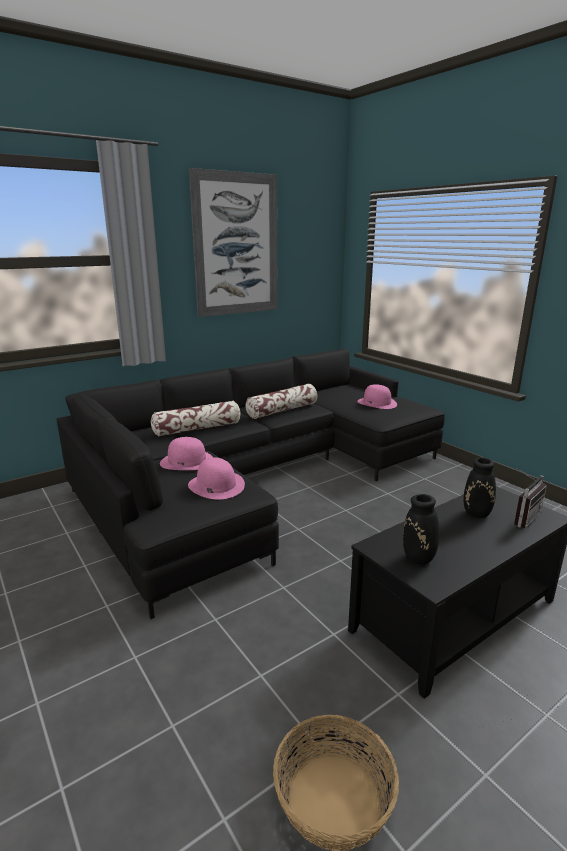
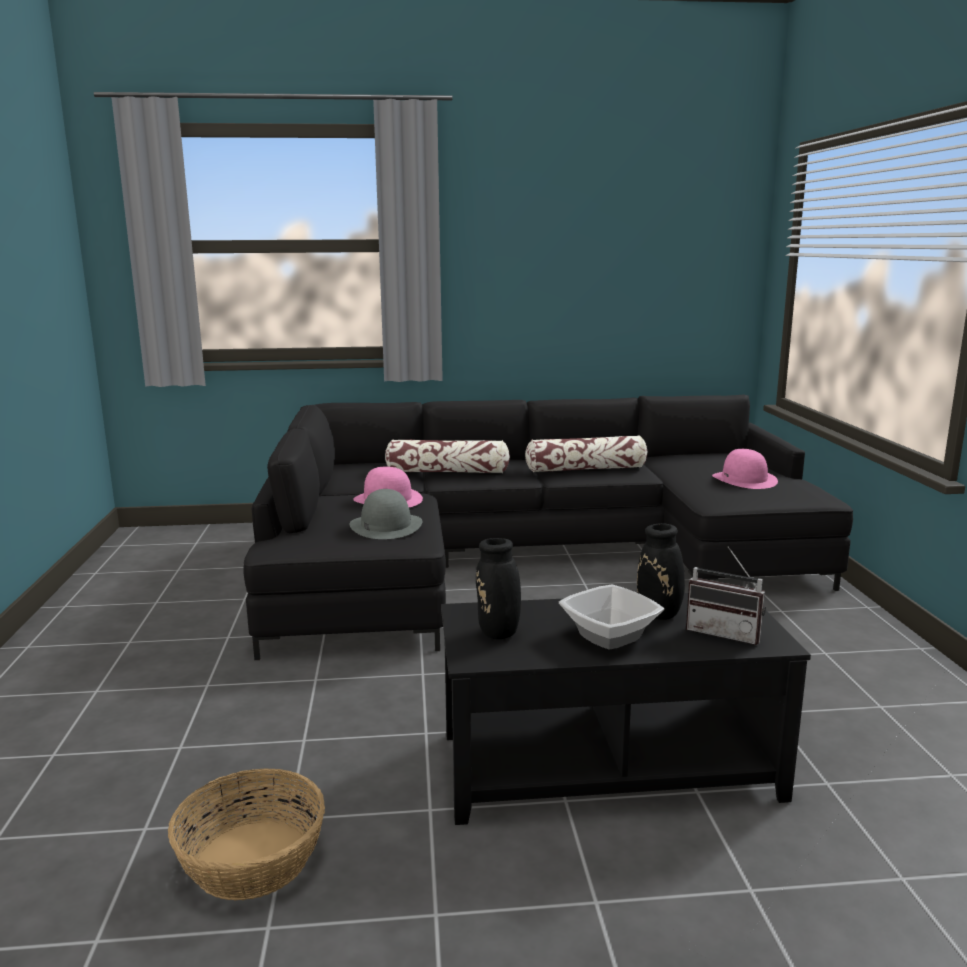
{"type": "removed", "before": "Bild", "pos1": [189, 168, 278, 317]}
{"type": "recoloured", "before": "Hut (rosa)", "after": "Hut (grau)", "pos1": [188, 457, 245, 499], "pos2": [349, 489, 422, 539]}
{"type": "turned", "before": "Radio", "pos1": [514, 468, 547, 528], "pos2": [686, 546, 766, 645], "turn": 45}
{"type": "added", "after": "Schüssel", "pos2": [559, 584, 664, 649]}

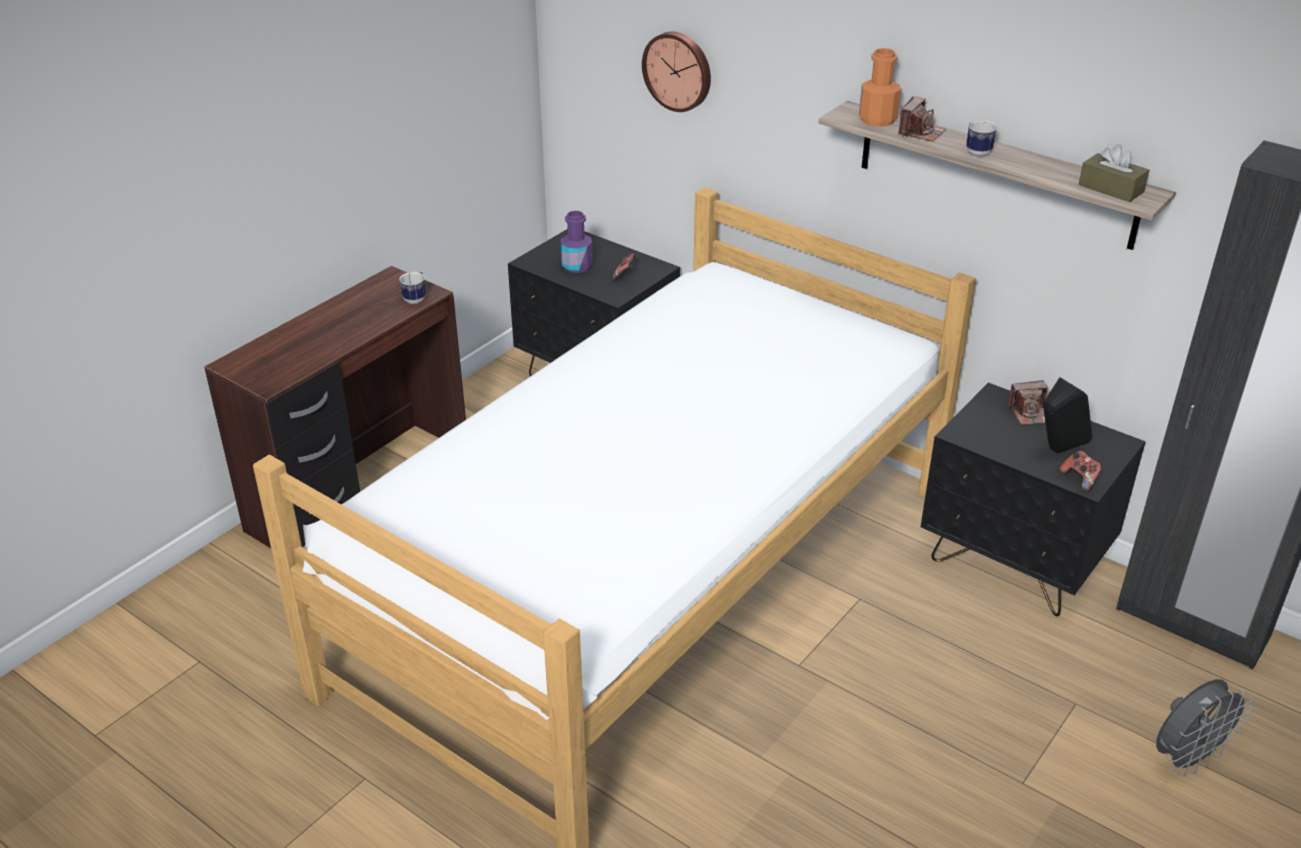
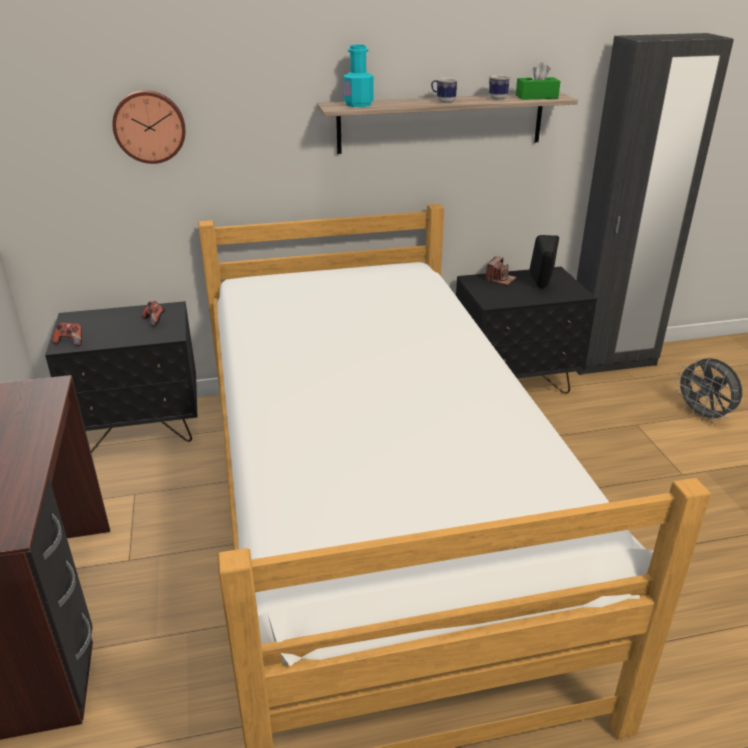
{"type": "recoloured", "before": "Flasche (orange)", "after": "Flasche (türkis)", "pos1": [859, 48, 901, 127], "pos2": [343, 45, 374, 107]}
{"type": "removed", "before": "Kamera", "pos1": [898, 96, 946, 142]}
{"type": "recoloured", "before": "Taschentuchbox (braun)", "after": "Taschentuchbox (grün)", "pos1": [1079, 144, 1150, 202], "pos2": [516, 62, 560, 100]}
{"type": "removed", "before": "Flasche (lila)", "pos1": [561, 211, 593, 273]}
{"type": "moved", "before": "Henkelbecher", "pos1": [399, 272, 426, 304], "pos2": [489, 75, 510, 100]}
{"type": "moved", "before": "Gamepad", "pos1": [1060, 451, 1102, 491], "pos2": [52, 322, 82, 346]}
{"type": "turned", "before": "Ventilator (grau)", "pos1": [1156, 679, 1253, 776], "pos2": [675, 358, 742, 423], "turn": 135}

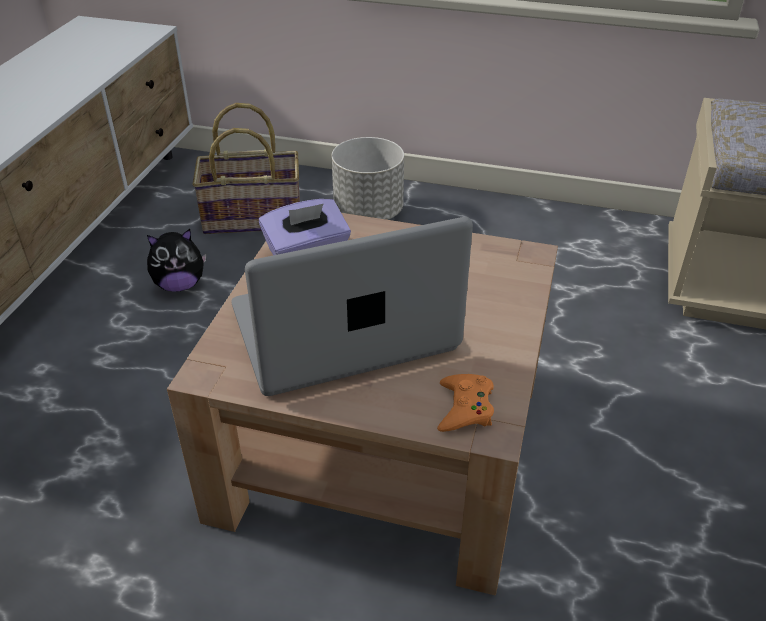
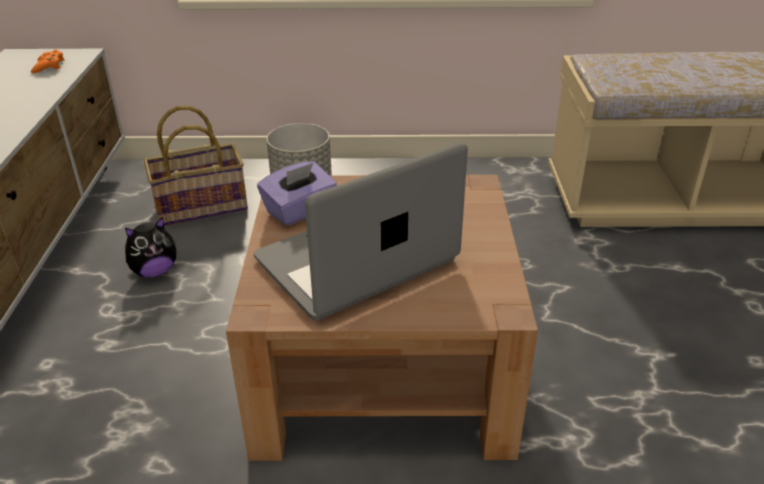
{"type": "moved", "before": "Gamepad (orange)", "pos1": [437, 374, 494, 432], "pos2": [31, 49, 64, 73]}

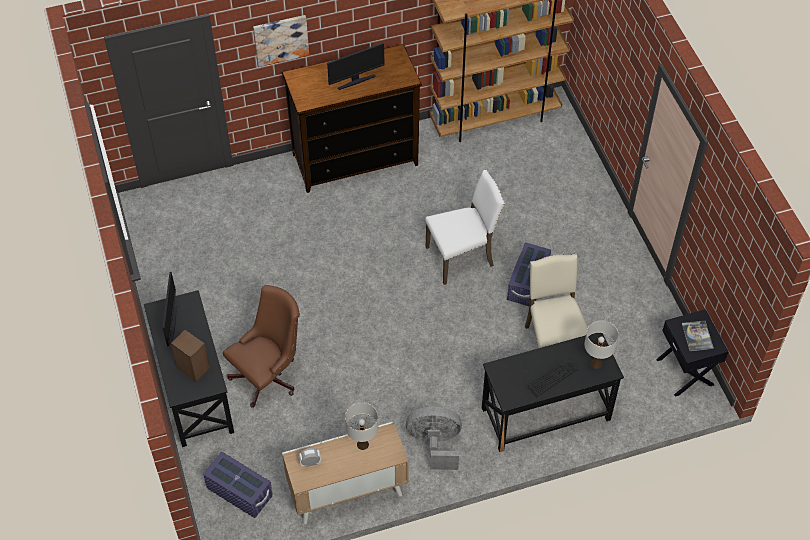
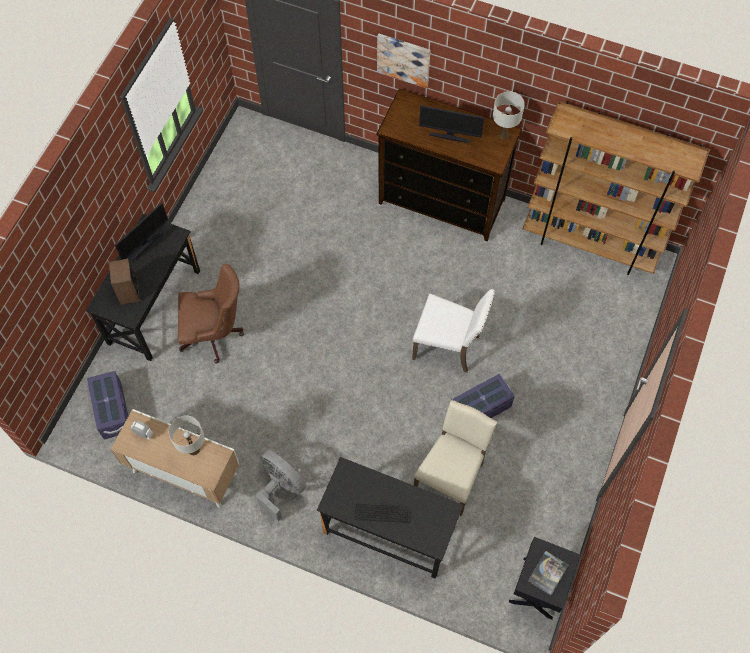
{"type": "moved", "before": "Tischlampe (weiß)", "pos1": [584, 320, 619, 369], "pos2": [493, 91, 525, 140]}

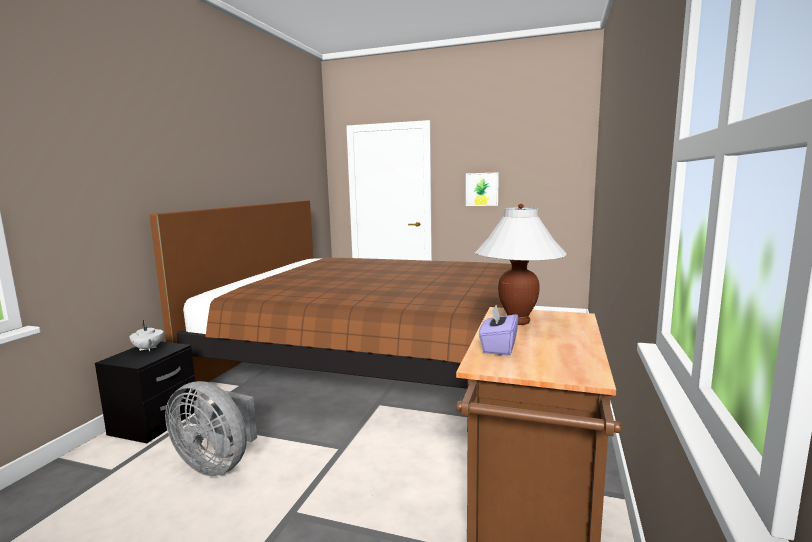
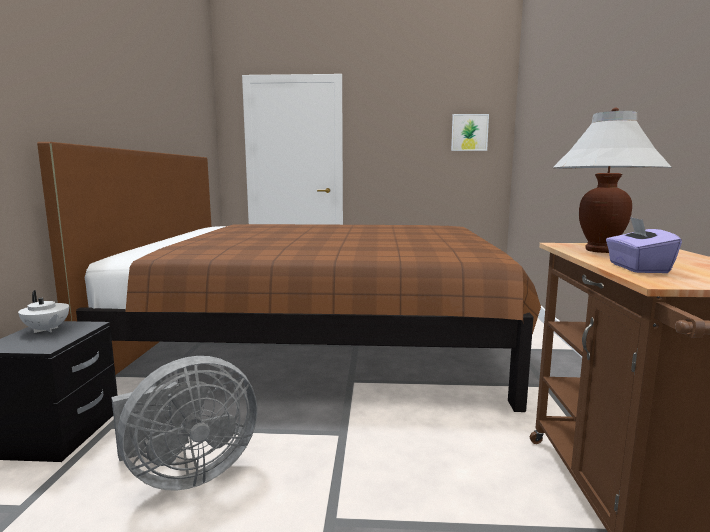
{"type": "moved", "before": "Bild", "pos1": [466, 173, 499, 206], "pos2": [451, 114, 489, 151]}
{"type": "turned", "before": "Ventilator (grau)", "pos1": [165, 381, 257, 476], "pos2": [111, 356, 257, 491], "turn": -45}

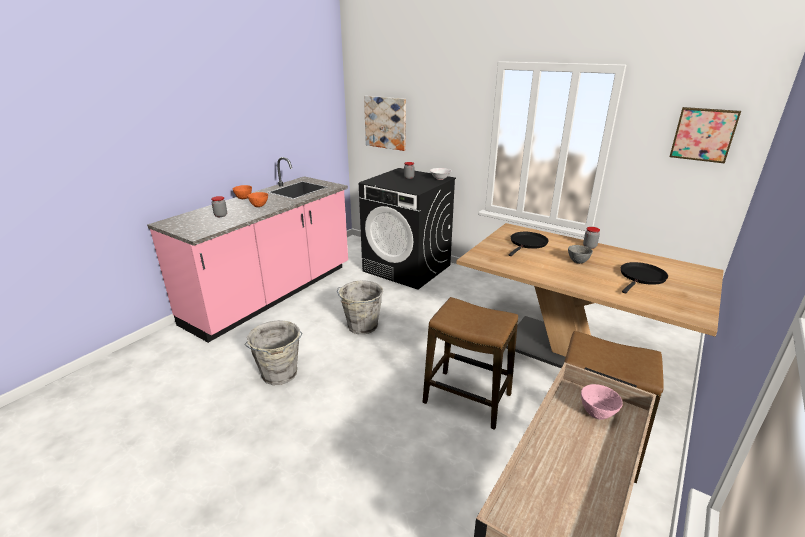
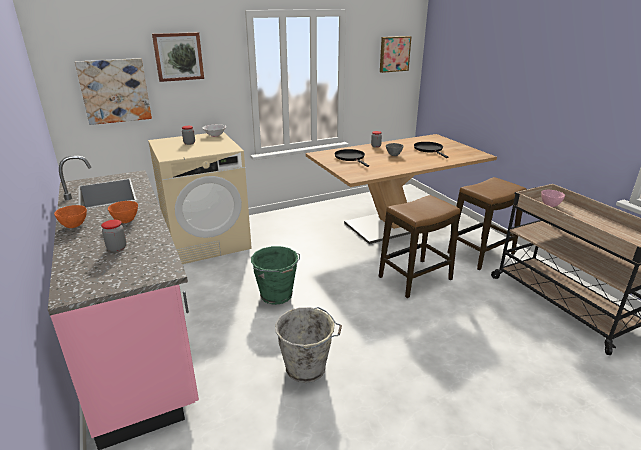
{"type": "recoloured", "before": "Waschmaschine (schwarz)", "after": "Waschmaschine (beige)", "pos1": [359, 168, 456, 290], "pos2": [148, 132, 252, 264]}
{"type": "recoloured", "before": "Eimer (grau)", "after": "Eimer (grün)", "pos1": [337, 280, 383, 335], "pos2": [251, 246, 300, 305]}
{"type": "added", "after": "Bild", "pos2": [152, 32, 204, 82]}

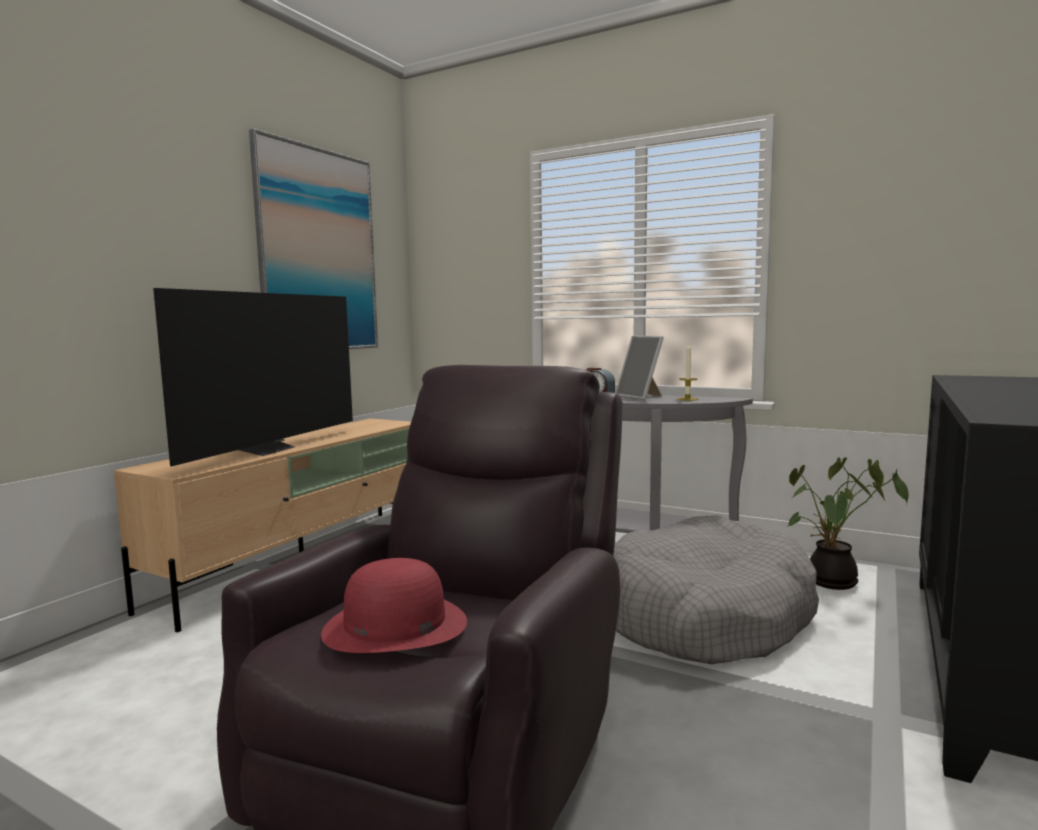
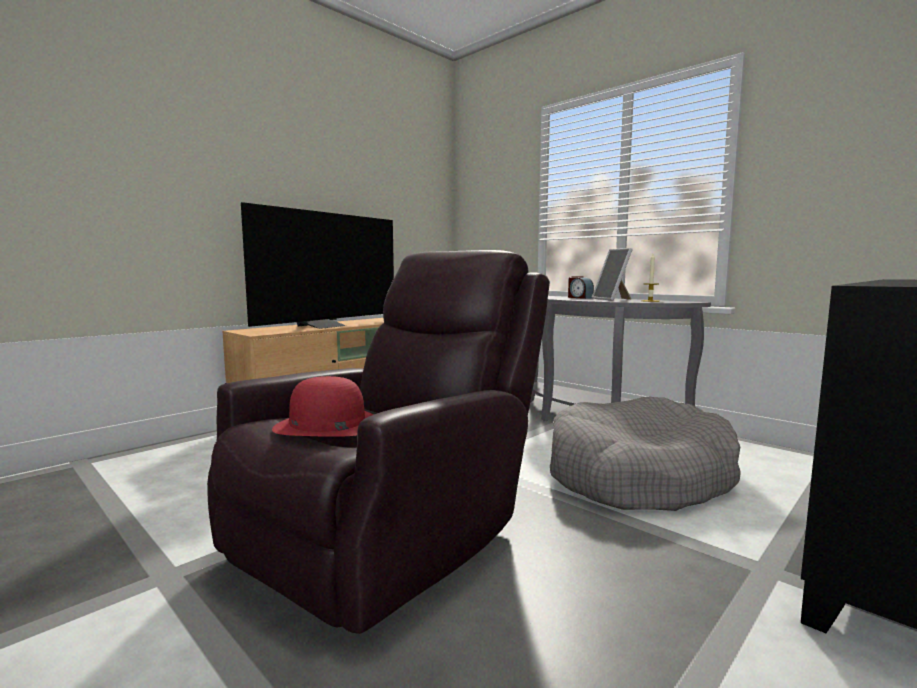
{"type": "removed", "before": "Bild", "pos1": [249, 129, 378, 349]}
{"type": "removed", "before": "Topfpflanze", "pos1": [787, 457, 909, 590]}

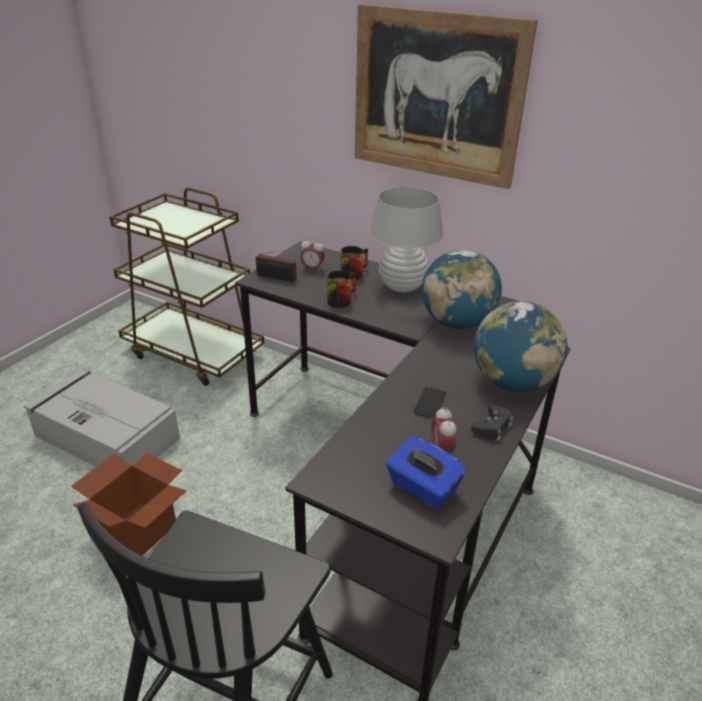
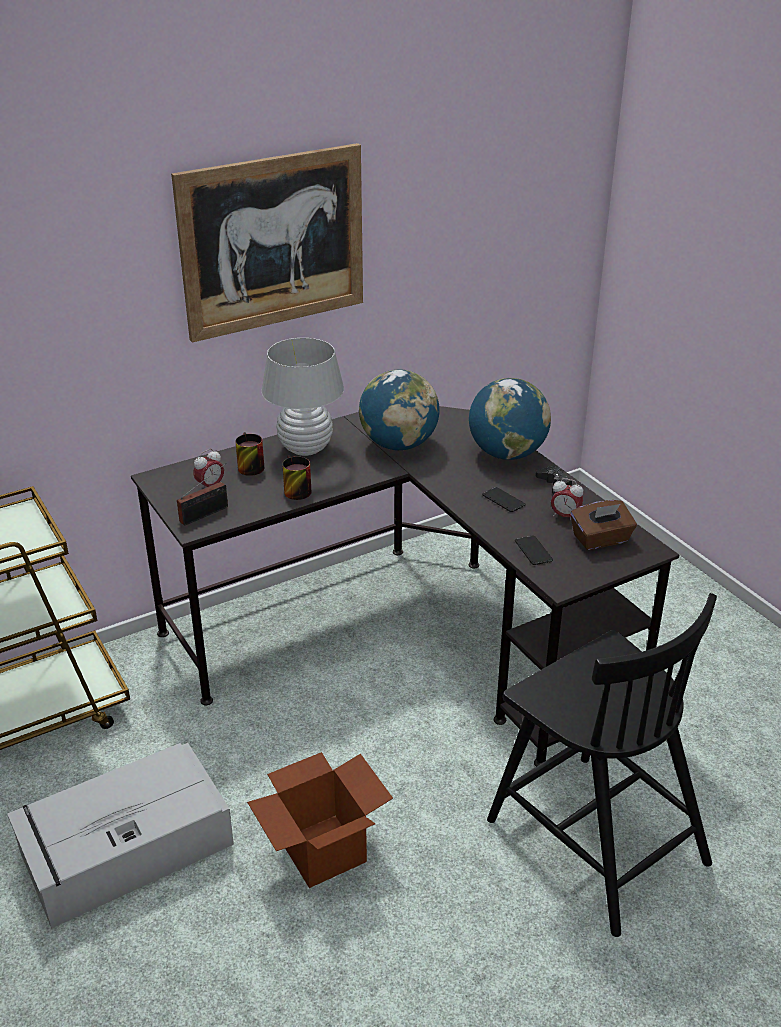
{"type": "recoloured", "before": "Taschentuchbox (blau)", "after": "Taschentuchbox (braun)", "pos1": [386, 436, 466, 509], "pos2": [571, 500, 637, 550]}
{"type": "added", "after": "Handy", "pos2": [515, 536, 553, 565]}

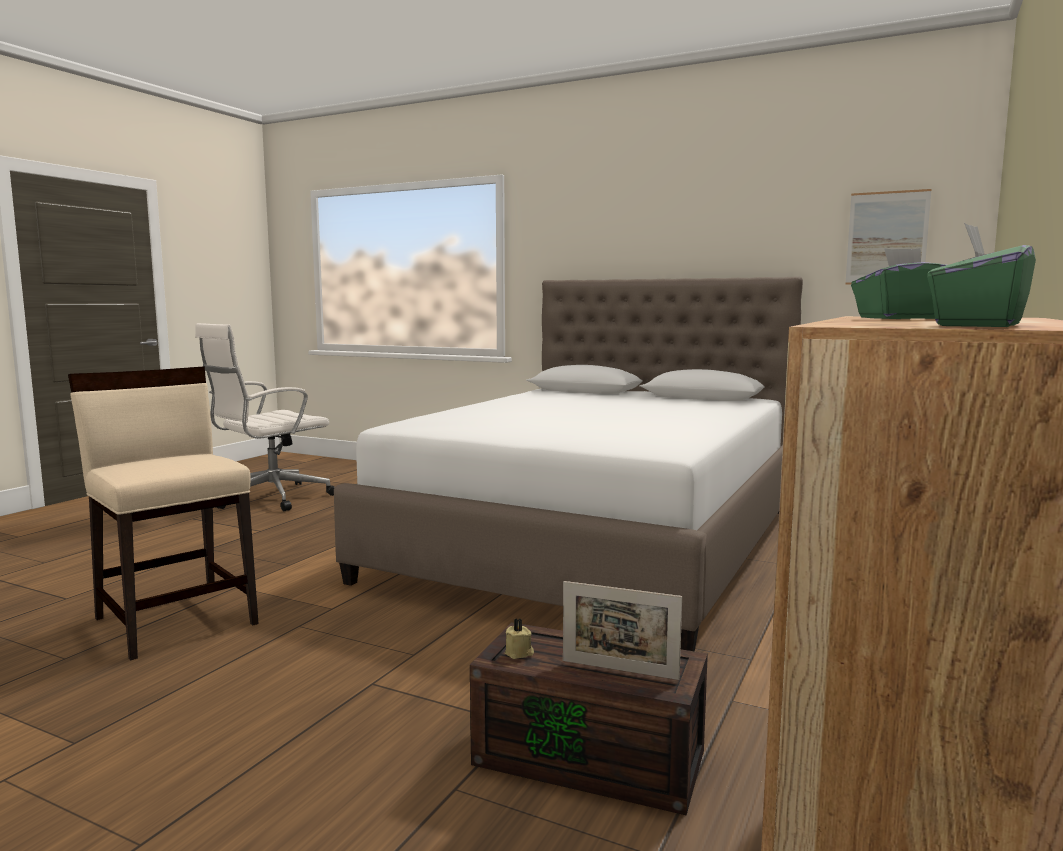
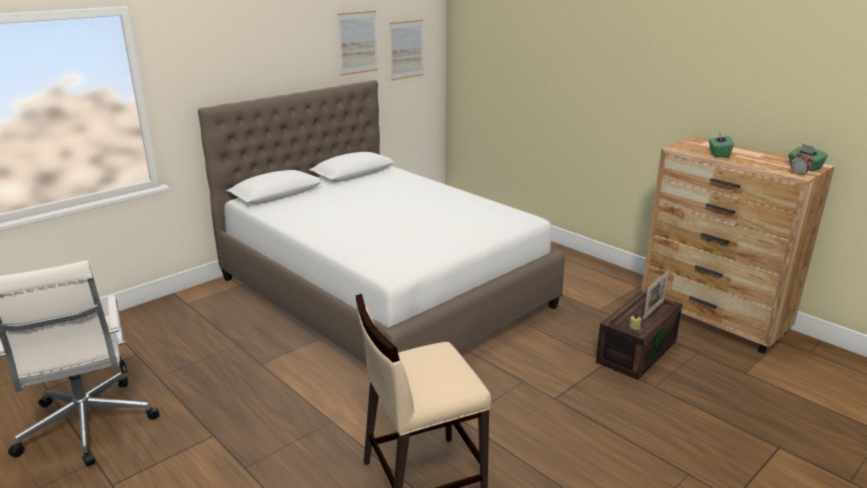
{"type": "added", "after": "Bild", "pos2": [337, 11, 378, 76]}
{"type": "added", "after": "Wecker", "pos2": [791, 151, 813, 175]}

